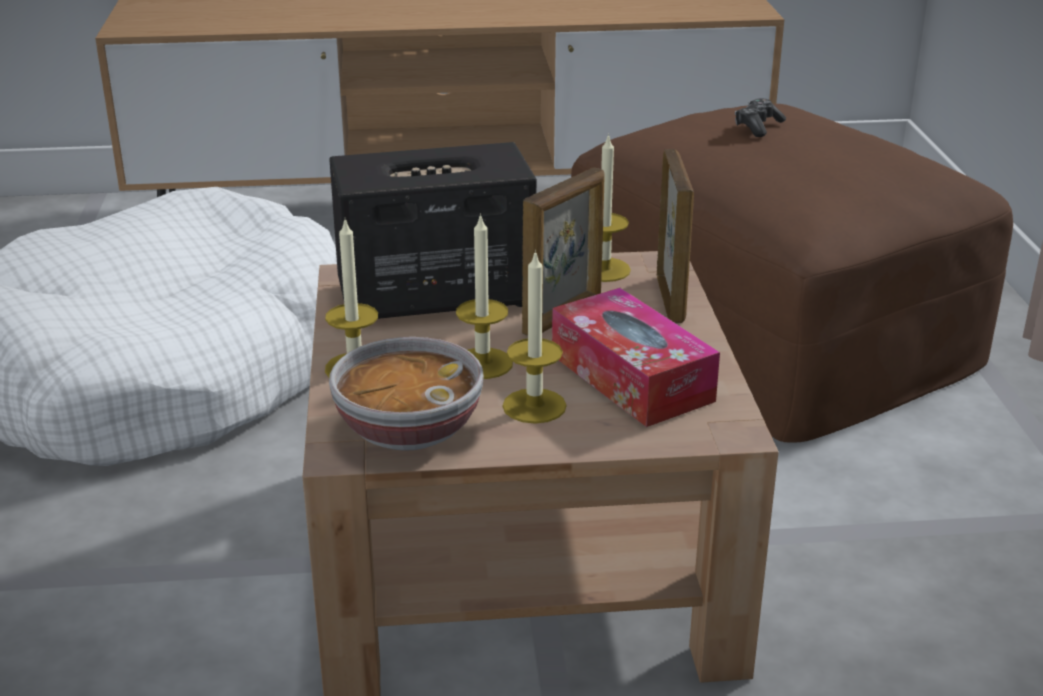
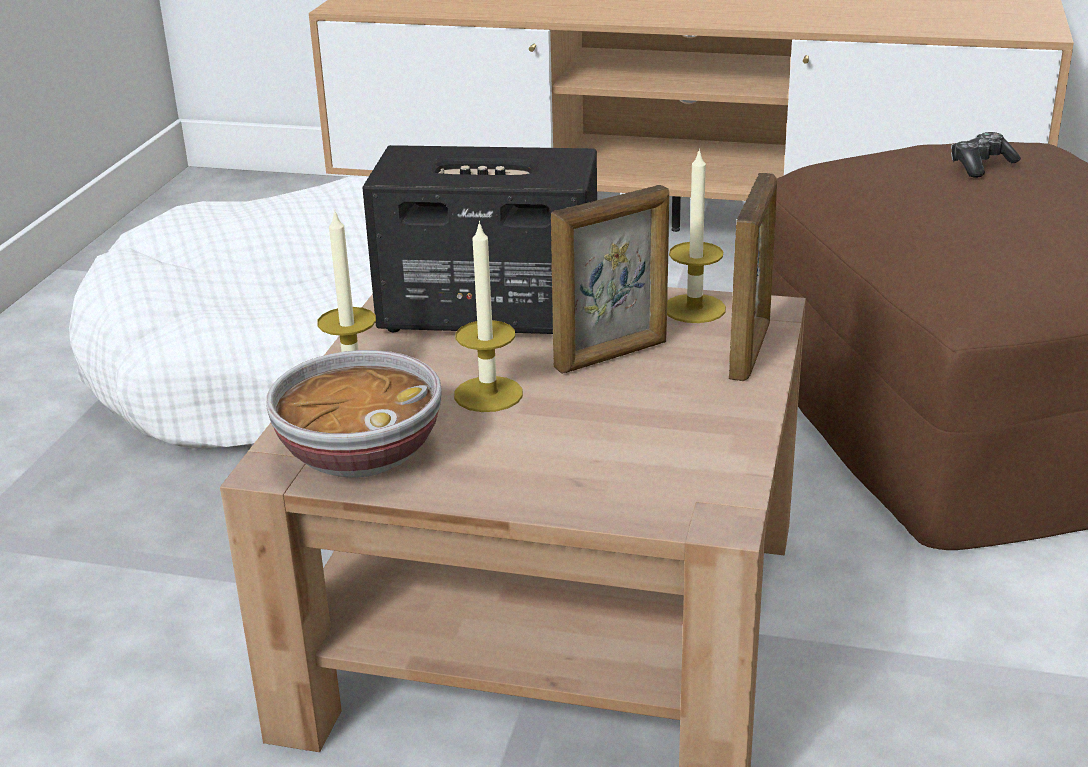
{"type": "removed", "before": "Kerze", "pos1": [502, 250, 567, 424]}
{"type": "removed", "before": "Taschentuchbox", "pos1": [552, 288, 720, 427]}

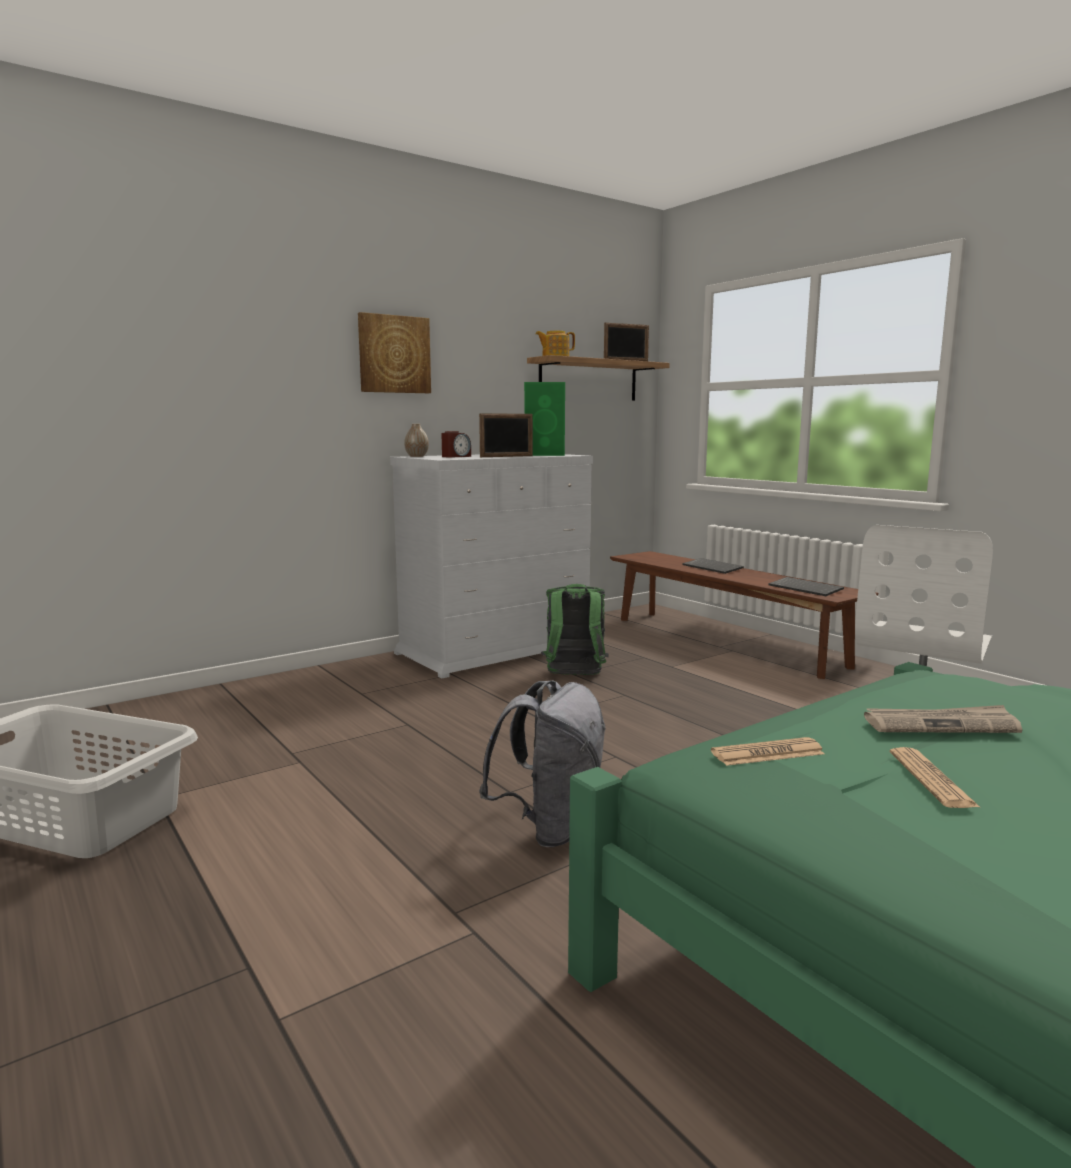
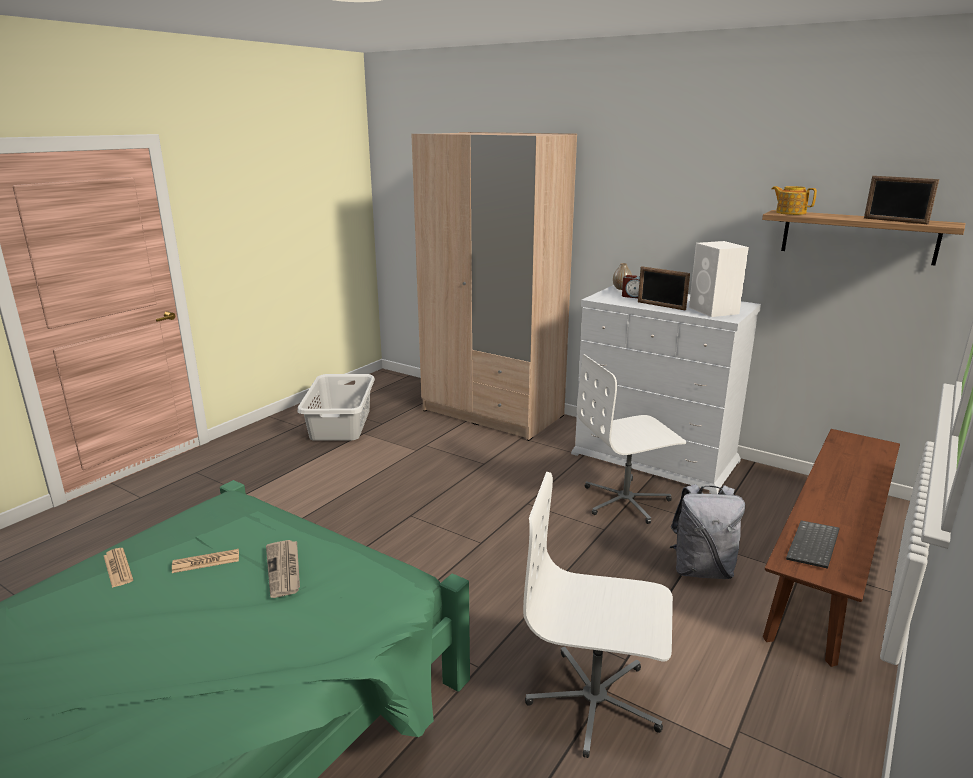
{"type": "removed", "before": "Bild", "pos1": [358, 312, 431, 393]}
{"type": "recoloured", "before": "Lautsprecher (grün)", "after": "Lautsprecher (weiß)", "pos1": [524, 382, 565, 456], "pos2": [689, 241, 749, 317]}
{"type": "removed", "before": "Tastatur", "pos1": [682, 558, 744, 574]}
{"type": "replaced", "before": "Rucksack (grün)", "after": "Bürostuhl (weiß)", "pos1": [541, 584, 609, 675], "pos2": [577, 354, 686, 524]}
{"type": "moved", "before": "Rucksack (grau)", "pos1": [479, 681, 606, 847], "pos2": [670, 484, 745, 579]}
{"type": "moved", "before": "Zeitung", "pos1": [711, 737, 825, 766], "pos2": [104, 548, 133, 588]}
{"type": "added", "after": "Kleiderschrank (beige)", "pos2": [411, 132, 577, 441]}

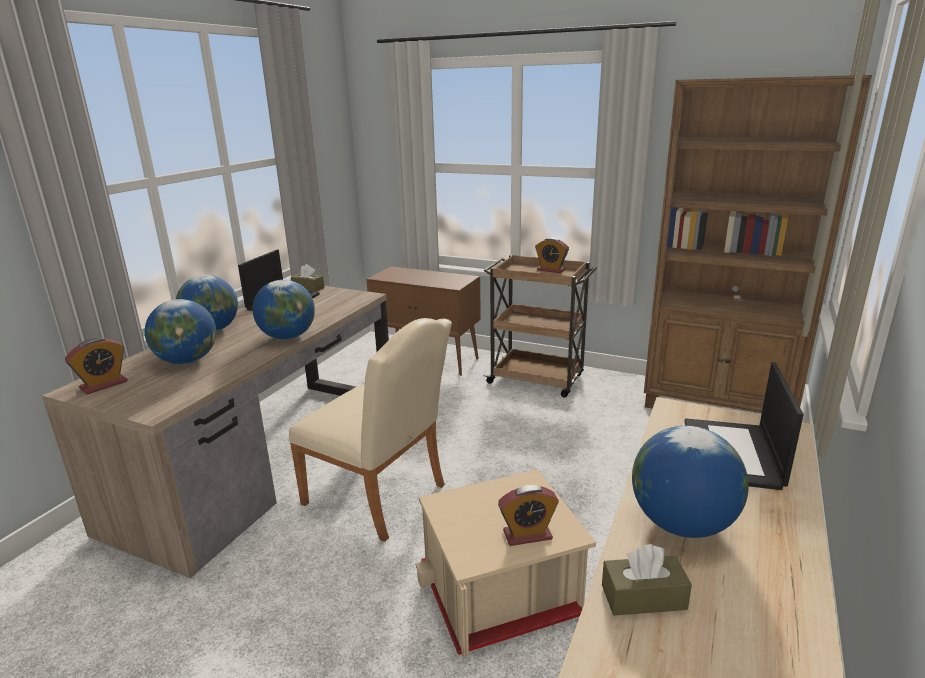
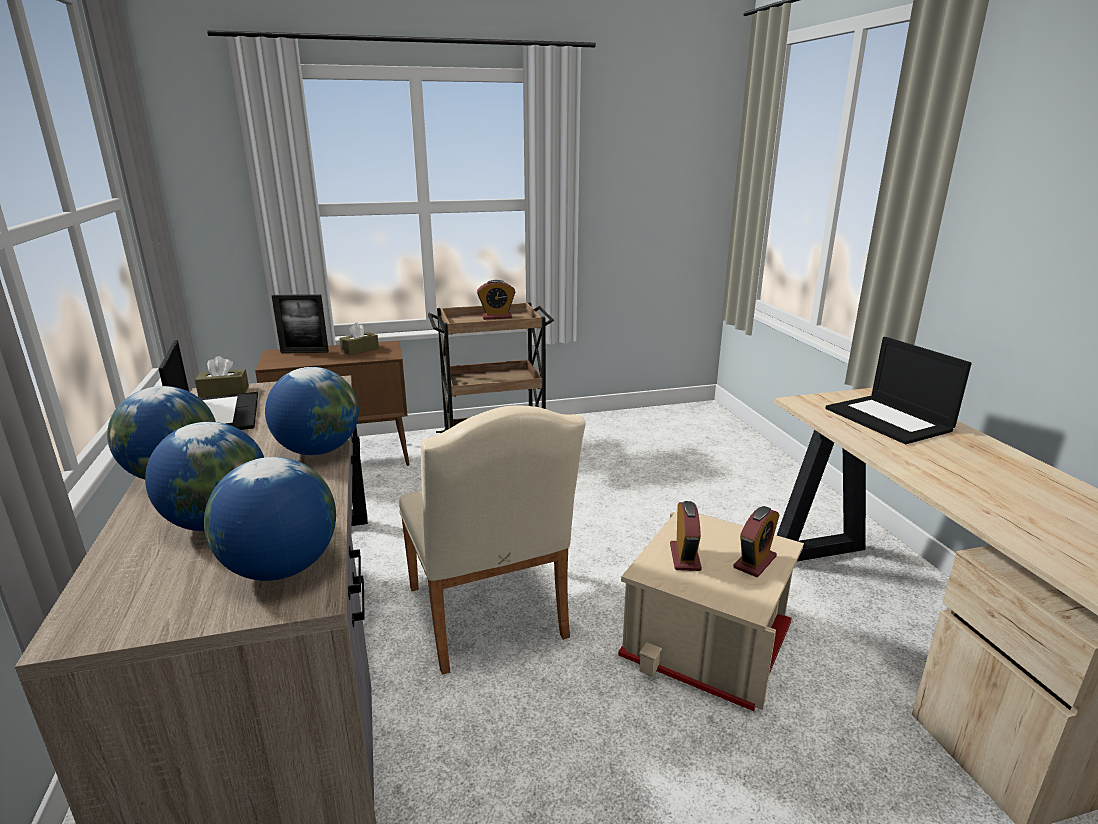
{"type": "removed", "before": "Bücherregal (braun)", "pos1": [644, 75, 872, 413]}
{"type": "turned", "before": "Stuhl (beige)", "pos1": [289, 318, 452, 542], "pos2": [399, 405, 586, 675], "turn": 75}
{"type": "moved", "before": "Wecker", "pos1": [65, 337, 128, 395], "pos2": [670, 501, 702, 571]}
{"type": "moved", "before": "Globus", "pos1": [632, 426, 749, 538], "pos2": [204, 457, 336, 581]}
{"type": "moved", "before": "Taschentuchbox (braun)", "pos1": [602, 544, 692, 616], "pos2": [339, 323, 379, 355]}
{"type": "added", "after": "Bilderrahmen", "pos2": [272, 294, 329, 353]}

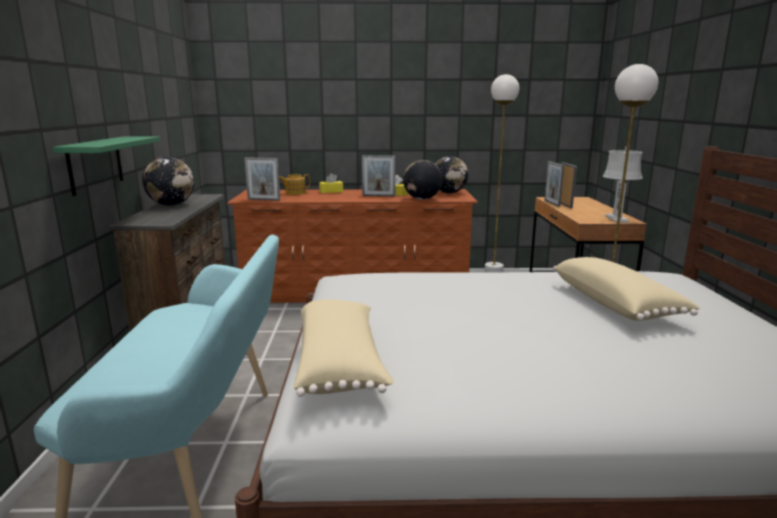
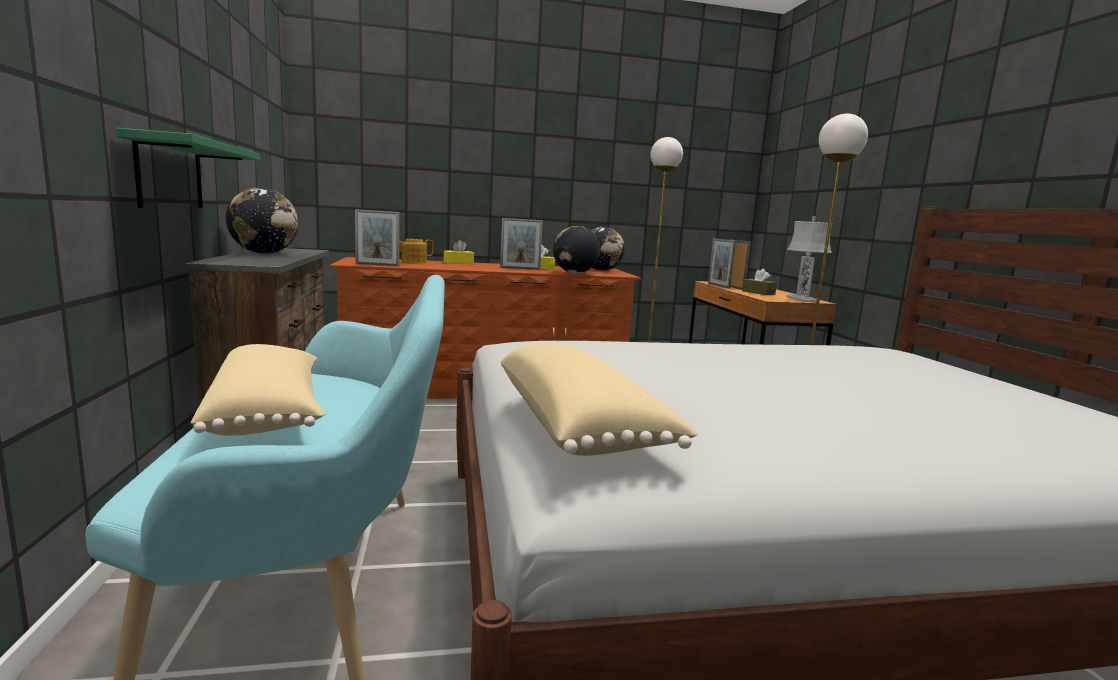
{"type": "moved", "before": "Kissen (beige)", "pos1": [553, 257, 700, 321], "pos2": [190, 344, 326, 436]}
{"type": "added", "after": "Taschentuchbox (braun)", "pos2": [743, 269, 777, 295]}

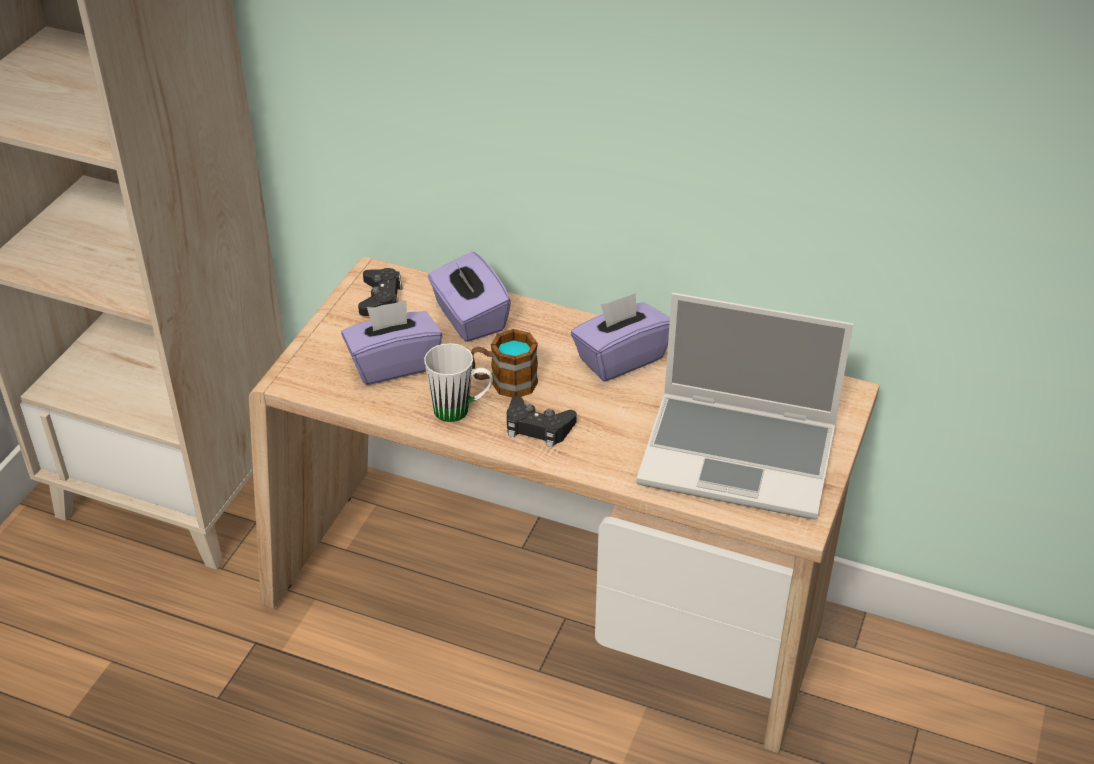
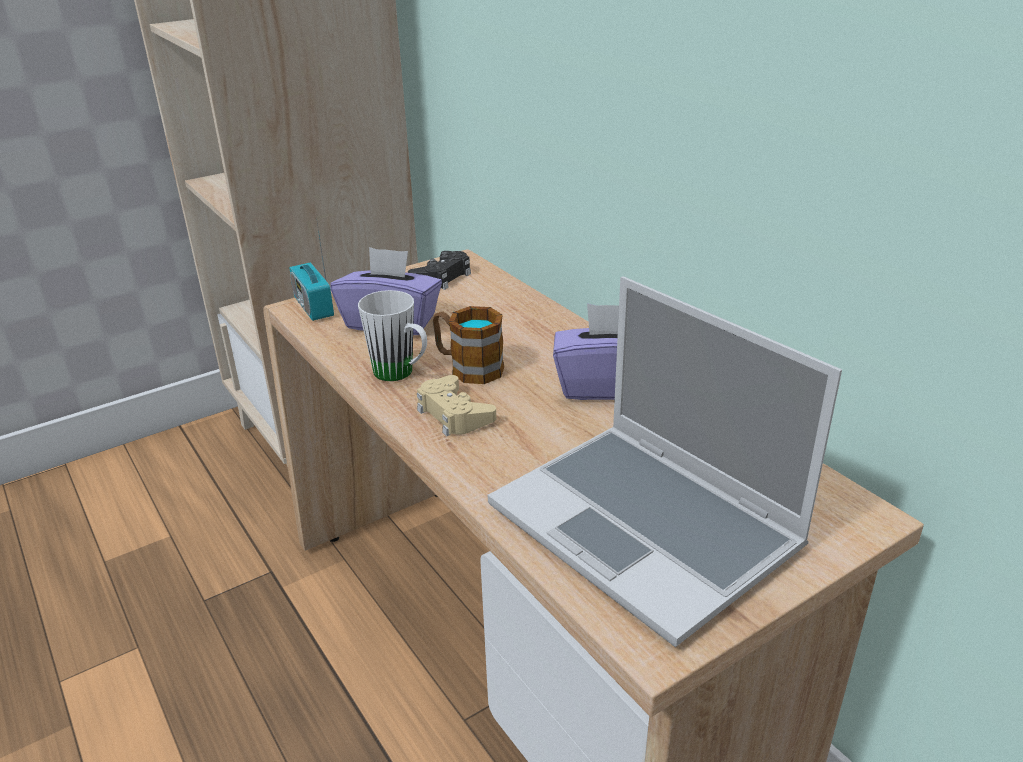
{"type": "removed", "before": "Taschentuchbox (lila)", "pos1": [428, 252, 511, 342]}
{"type": "recoloured", "before": "Gamepad (schwarz)", "after": "Gamepad (beige)", "pos1": [507, 396, 577, 448], "pos2": [417, 375, 497, 436]}
{"type": "added", "after": "Radio", "pos2": [289, 217, 334, 321]}

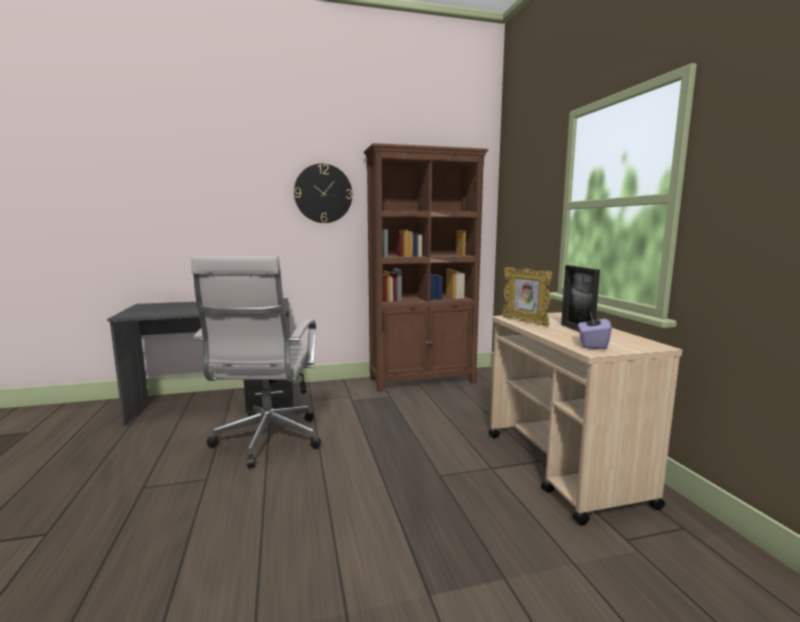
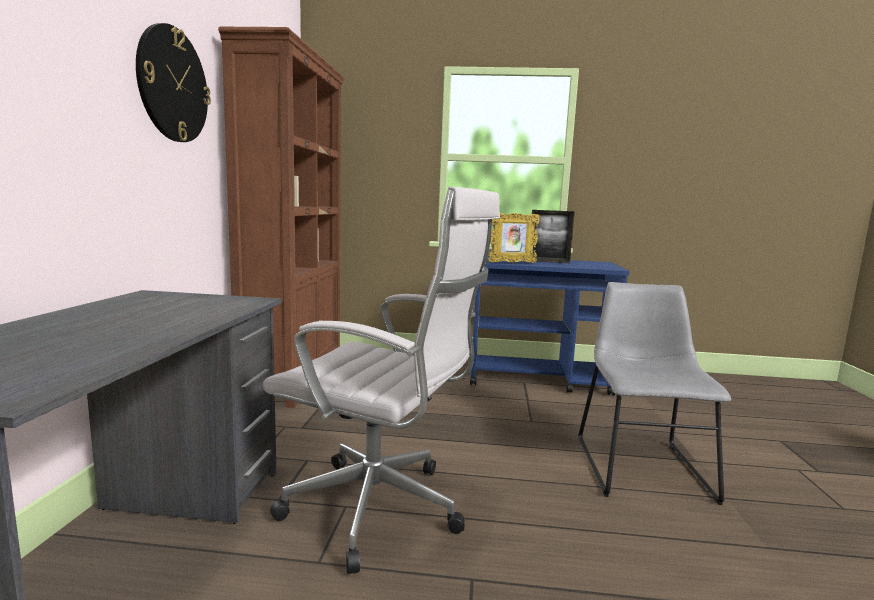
{"type": "removed", "before": "Taschentuchbox (lila)", "pos1": [578, 311, 612, 349]}
{"type": "recoloured", "before": "Rollwagen (beige)", "after": "Rollwagen (blau)", "pos1": [489, 312, 682, 526], "pos2": [470, 256, 630, 396]}
{"type": "added", "after": "Stuhl (grau)", "pos2": [578, 282, 731, 505]}

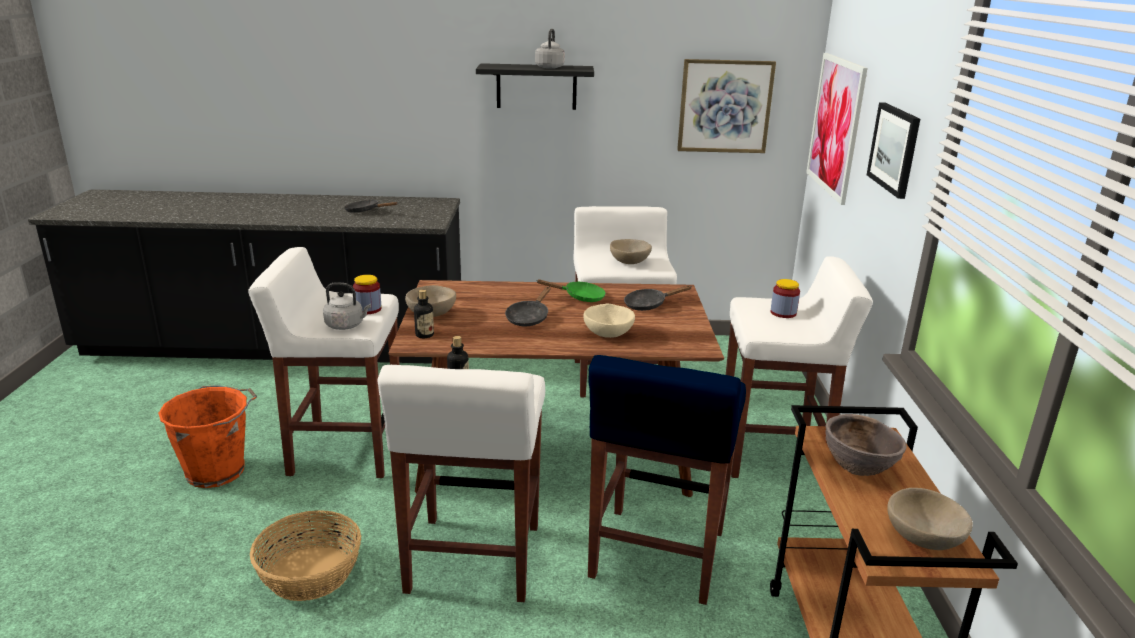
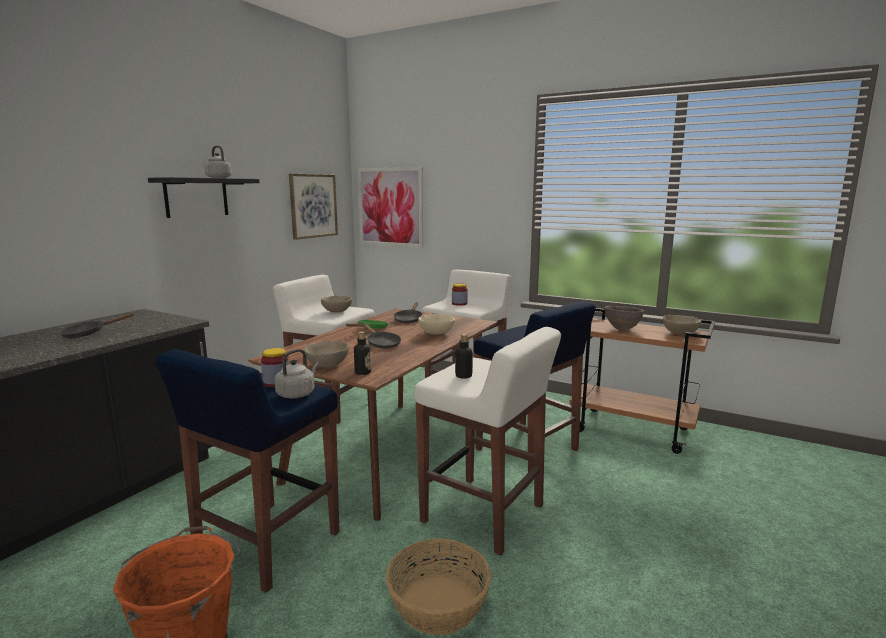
{"type": "removed", "before": "Bild", "pos1": [867, 102, 920, 199]}
{"type": "recoloured", "before": "Hocker (weiß)", "after": "Hocker (blau)", "pos1": [248, 247, 400, 478], "pos2": [156, 349, 339, 593]}

